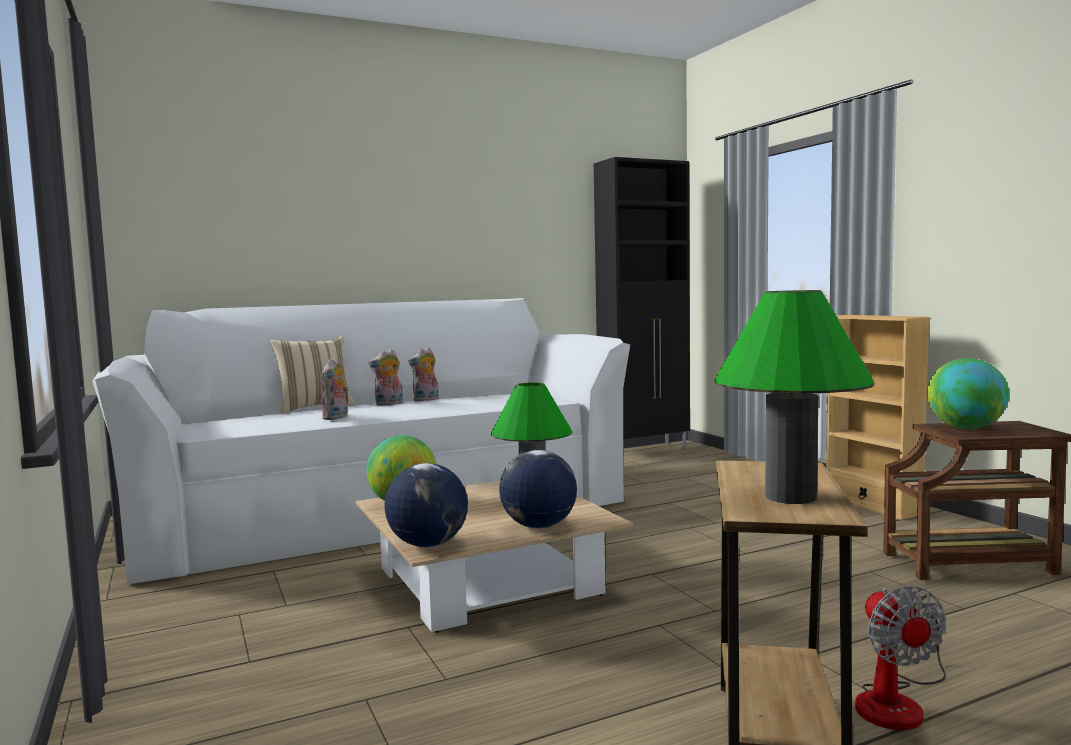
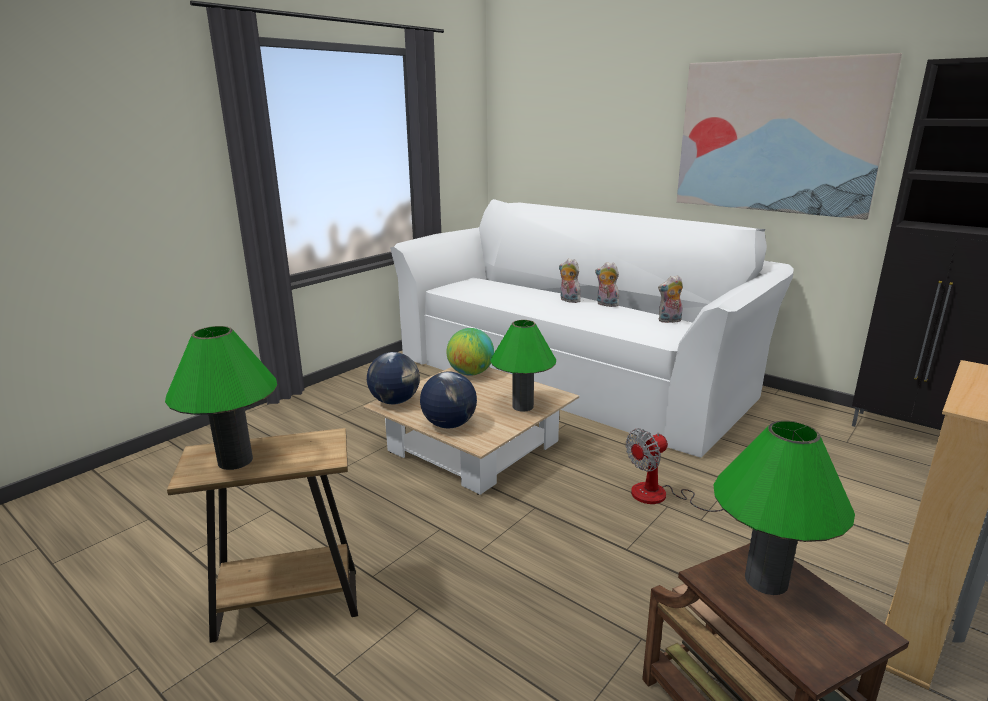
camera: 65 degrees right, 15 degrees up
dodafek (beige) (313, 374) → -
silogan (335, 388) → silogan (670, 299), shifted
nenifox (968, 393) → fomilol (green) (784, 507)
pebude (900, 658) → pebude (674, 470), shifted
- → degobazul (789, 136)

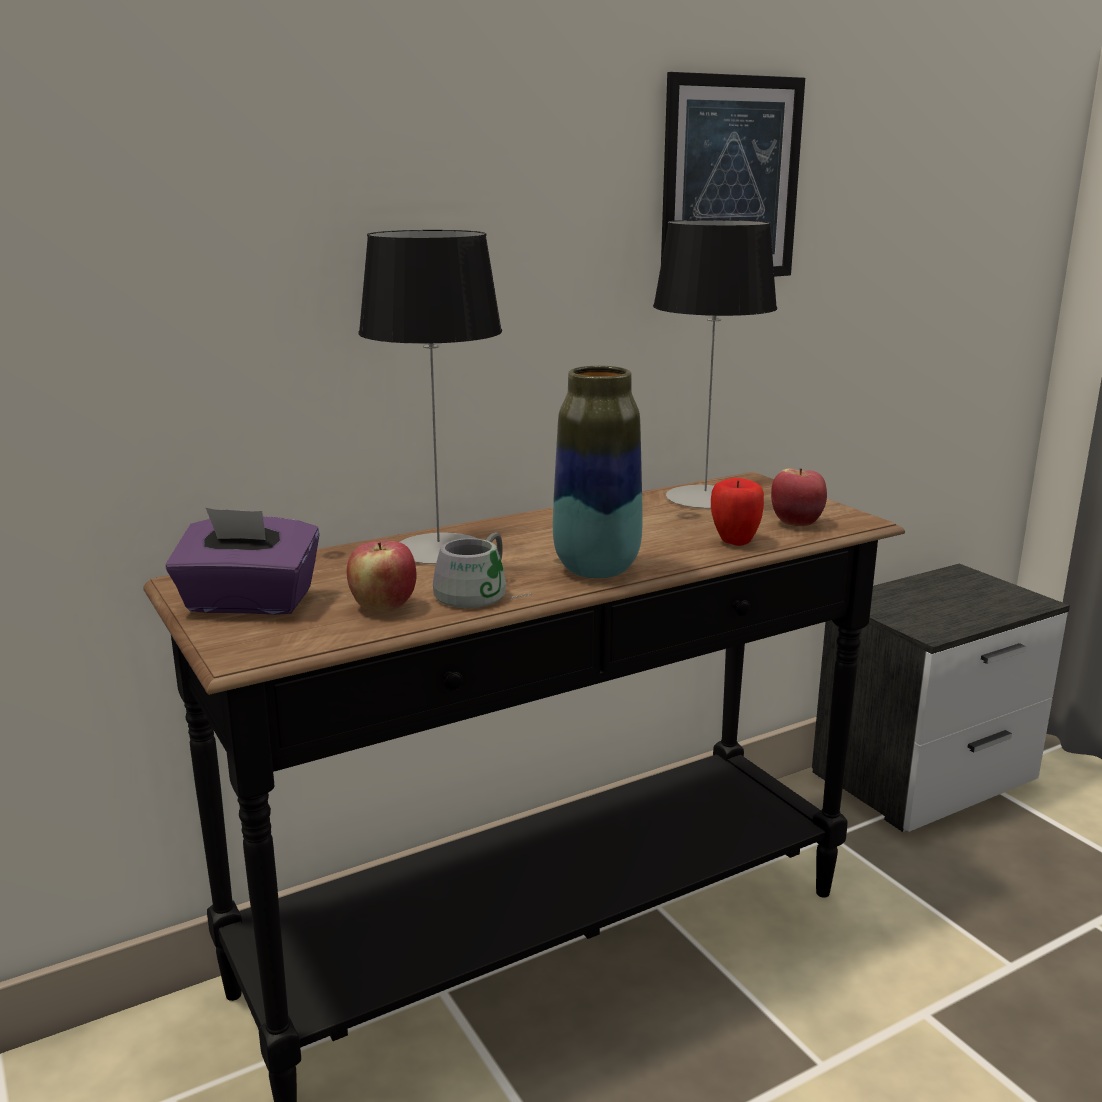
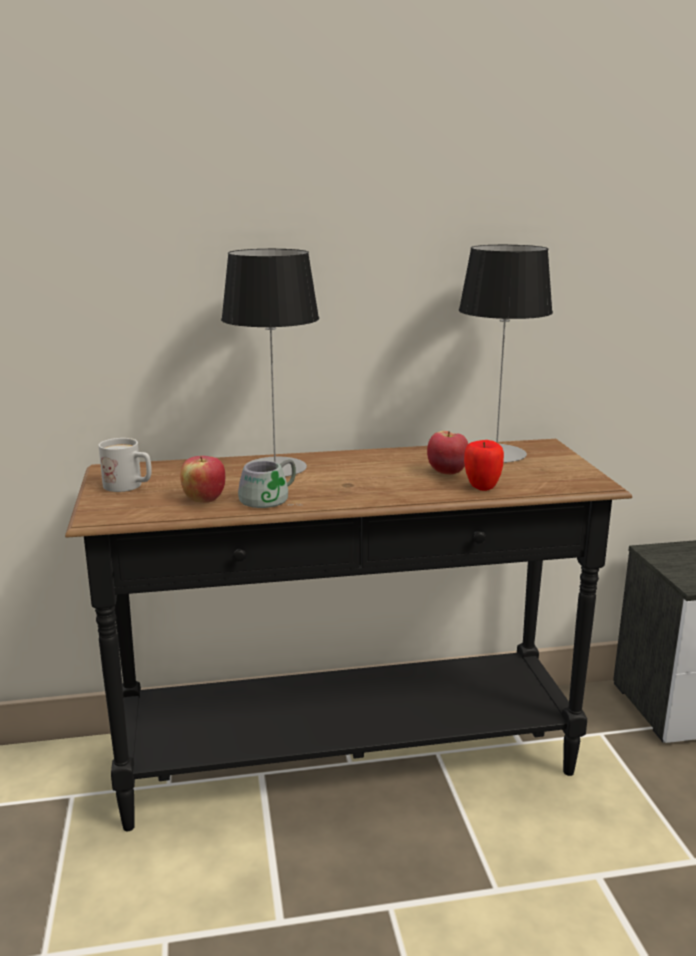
camera: 20 degrees right, 0 degrees up
degobazul (733, 174) → -
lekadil (598, 472) → -
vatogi (799, 497) → vatogi (447, 453), shifted
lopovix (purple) (243, 561) → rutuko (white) (125, 465)

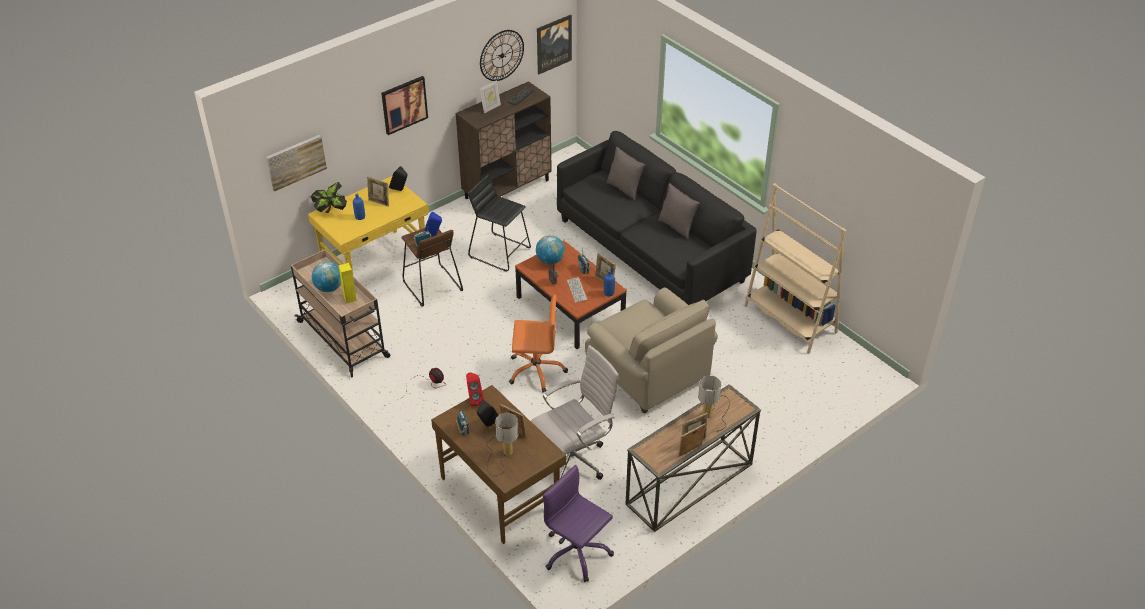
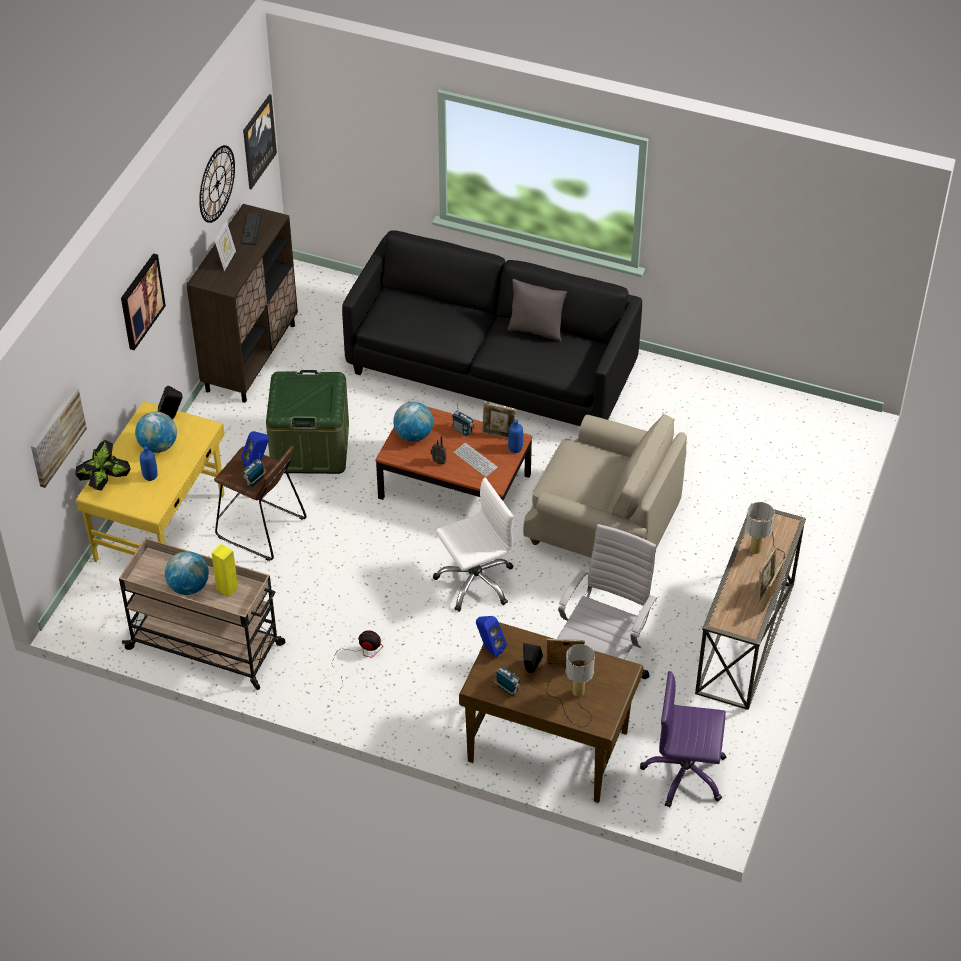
camera: 30 degrees left, 5 degrees up
dodafek (grey) (625, 173) → -
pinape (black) (499, 223) → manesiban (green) (307, 422)
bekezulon (378, 191) → nenifox (156, 432)
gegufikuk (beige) (795, 268) → -
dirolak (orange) (538, 344) → dirolak (white) (473, 545)
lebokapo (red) (475, 389) → lebokapo (blue) (491, 636)

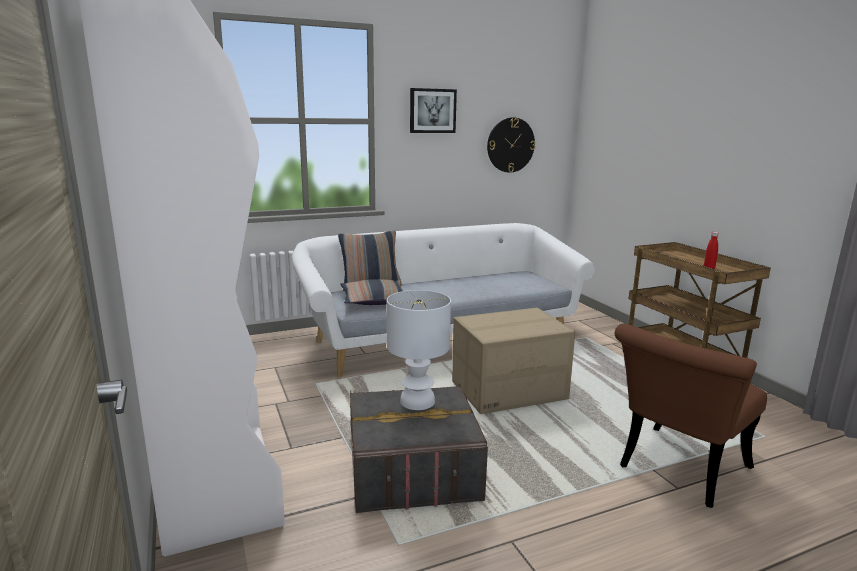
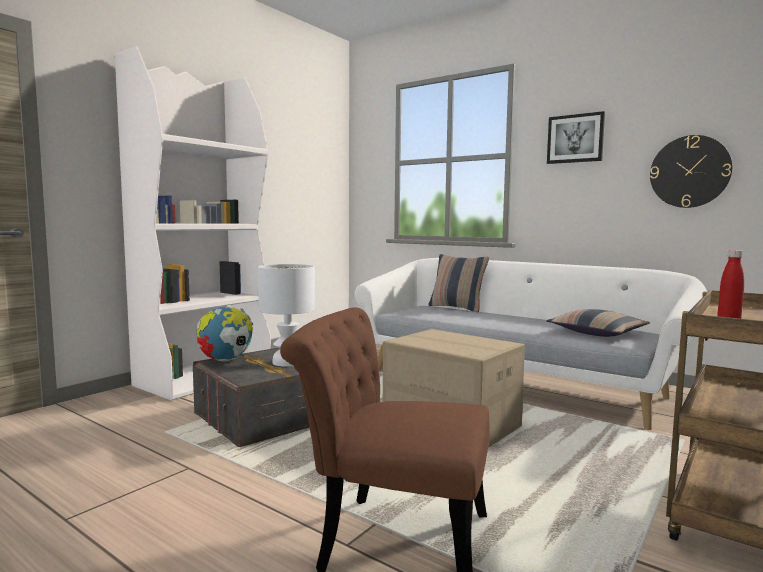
camera: 60 degrees right, 10 degrees down
dodafek (372, 292) → dodafek (598, 323), shifted
- → nenifox (225, 334)

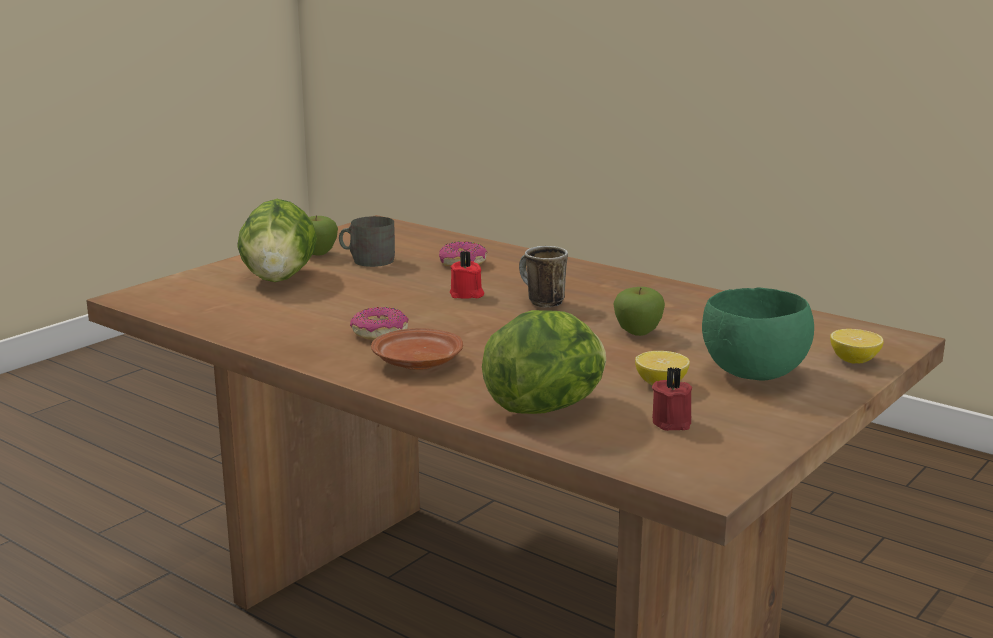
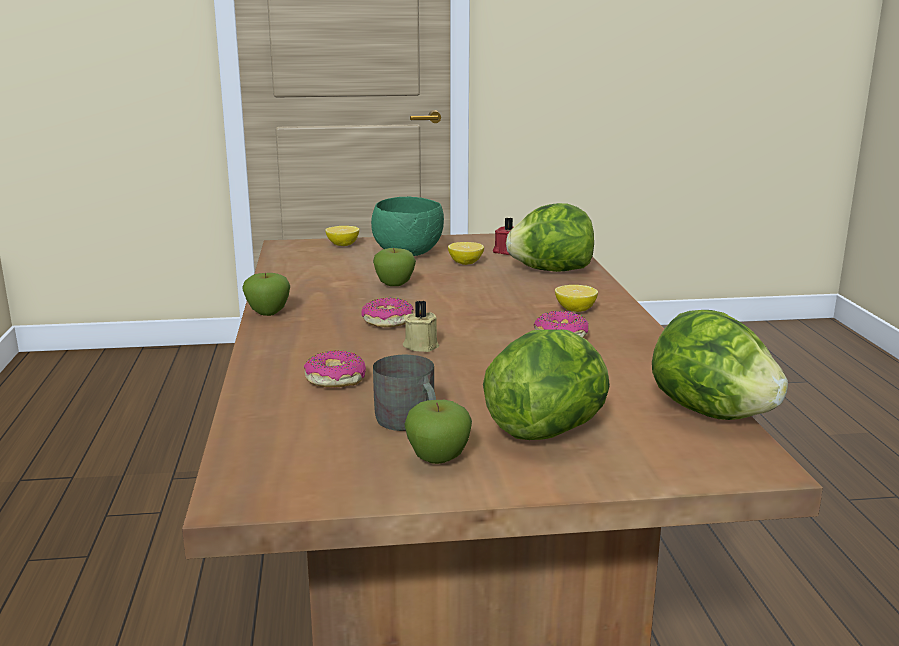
camera: 135 degrees left, 0 degrees up
rutuko (543, 276) → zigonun (387, 312)
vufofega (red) (467, 275) → vufofega (beige) (421, 326)
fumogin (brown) (417, 349) → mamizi (576, 298)
- → vatogi (266, 294)
- → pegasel (720, 365)

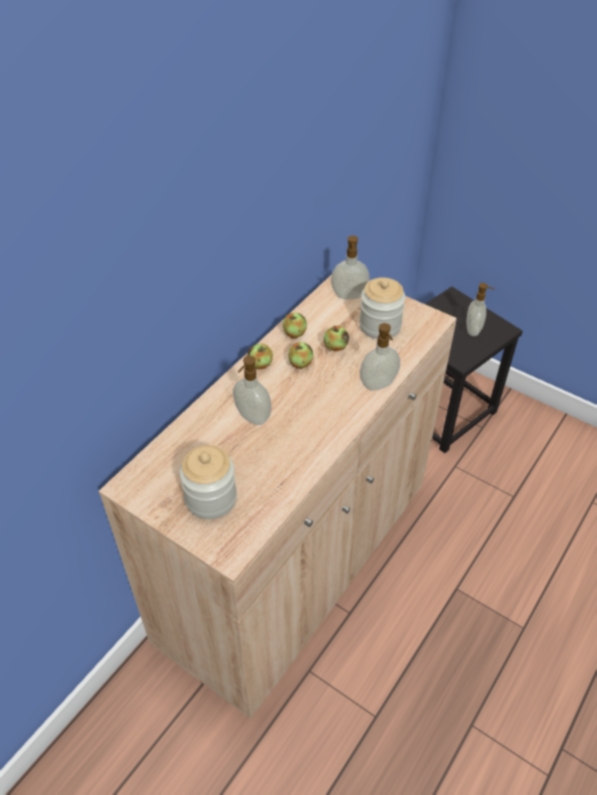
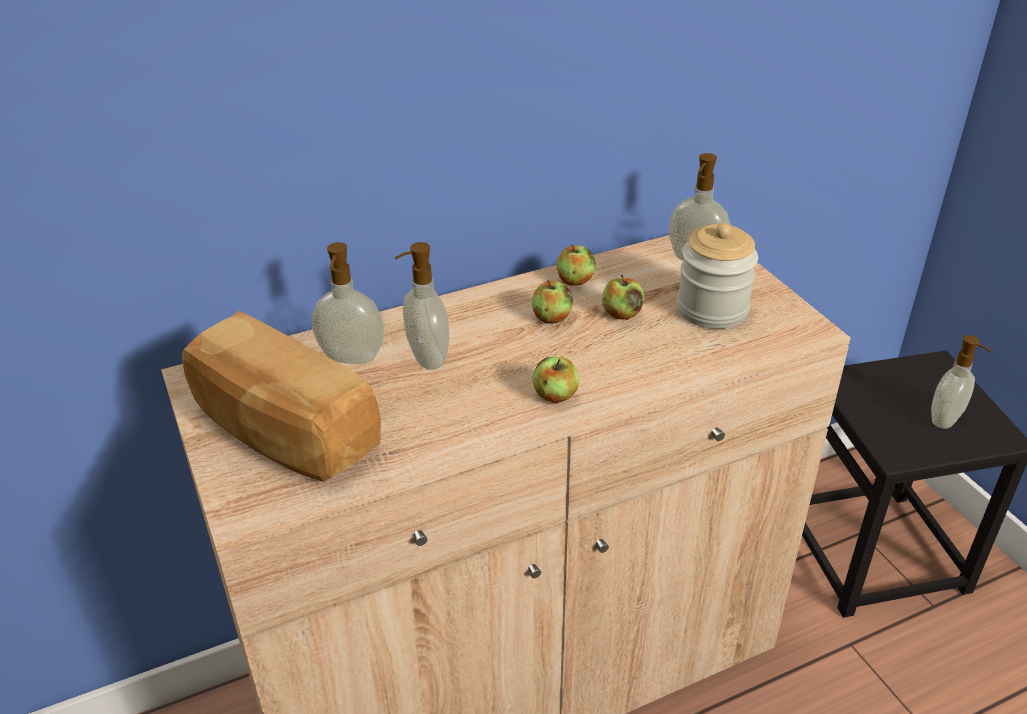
camera: 30 degrees right, 10 degrees down
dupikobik (380, 356) → dupikobik (348, 303), shifted
vatogi (260, 356) → vatogi (555, 380), shifted
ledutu (208, 482) → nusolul (281, 396)

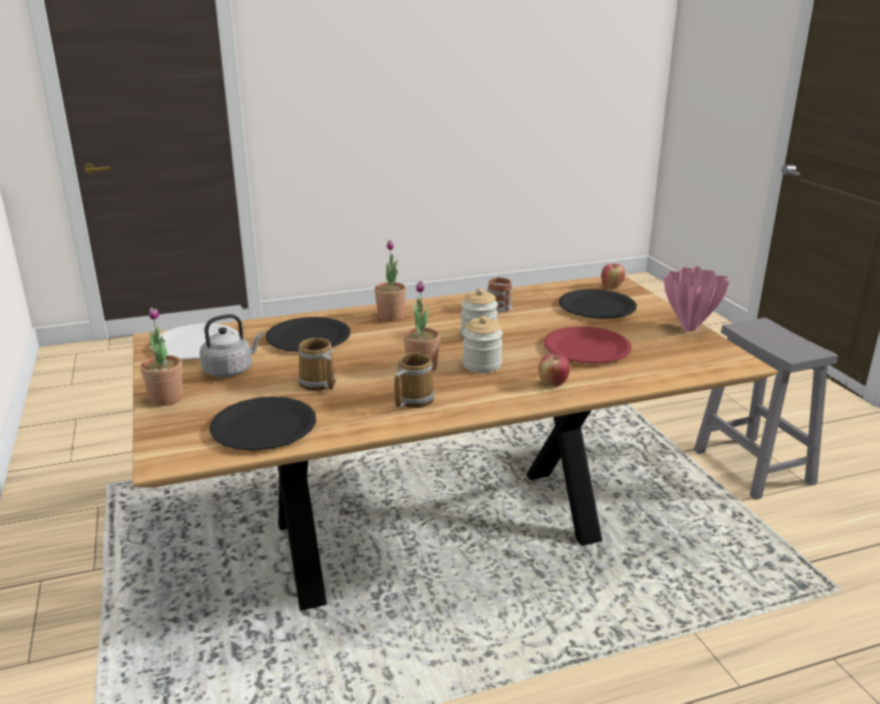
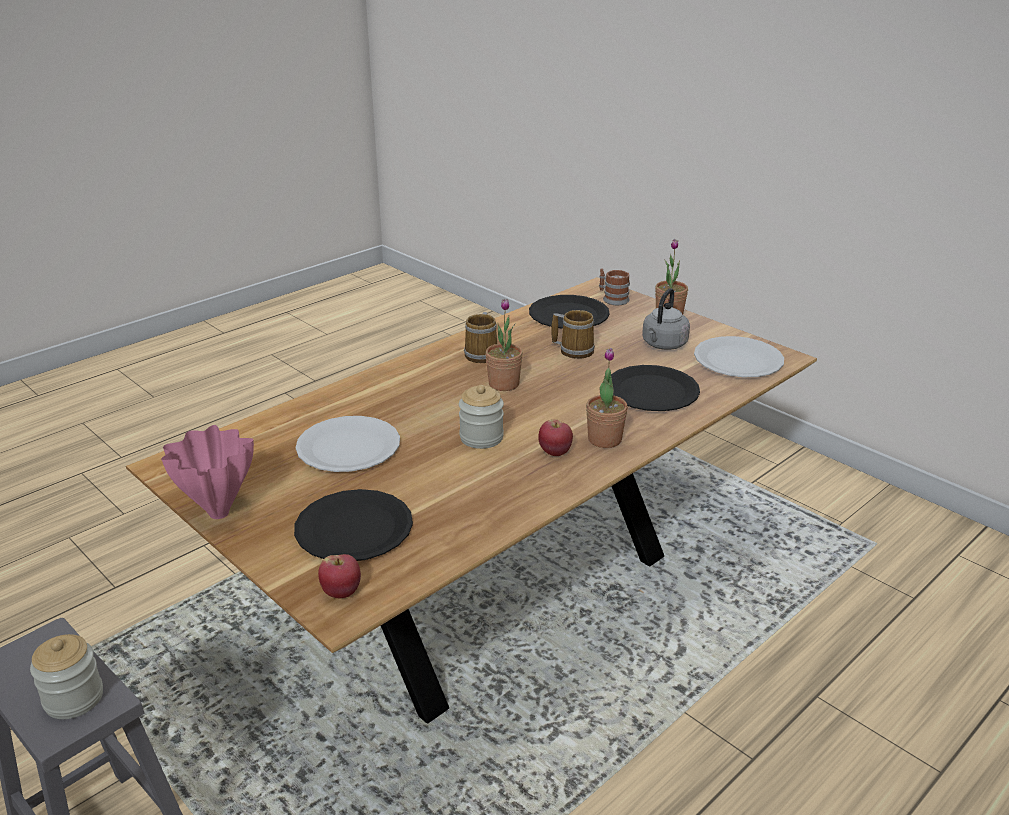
camera: 155 degrees right, 5 degrees up
rutuko (500, 294) → rutuko (614, 287), shifted
ledutu (483, 344) → ledutu (66, 676), shifted
fumogin (red) (588, 344) → fumogin (white) (348, 444)
vatogi (553, 370) → vatogi (555, 437), shifted

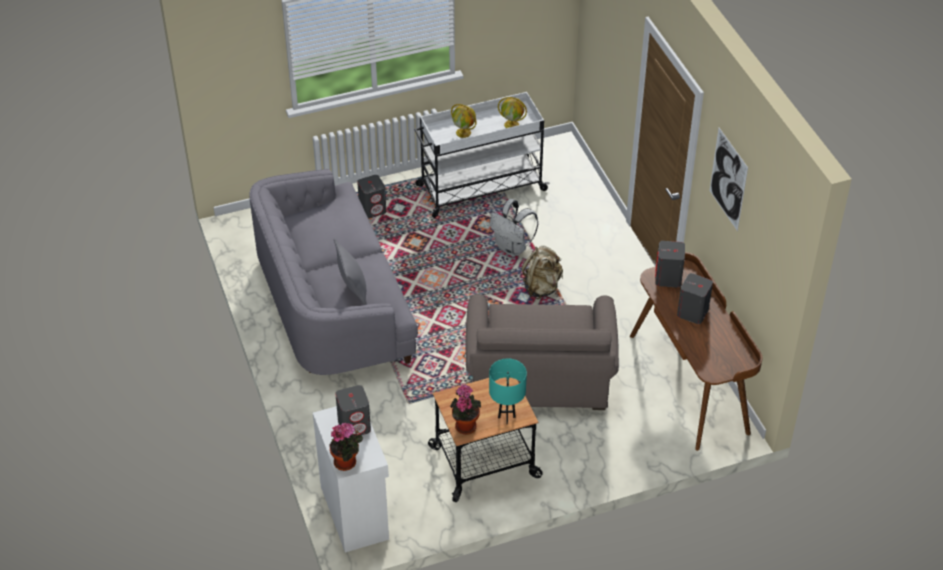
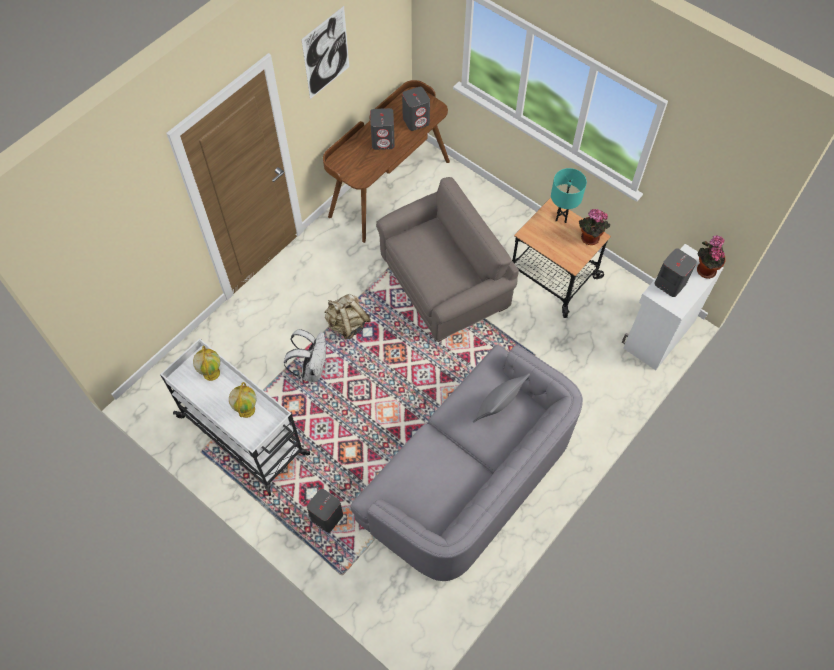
camera: 120 degrees left, 15 degrees up
lebokapo (grey) (670, 264) → lebokapo (grey) (416, 109), shifted

